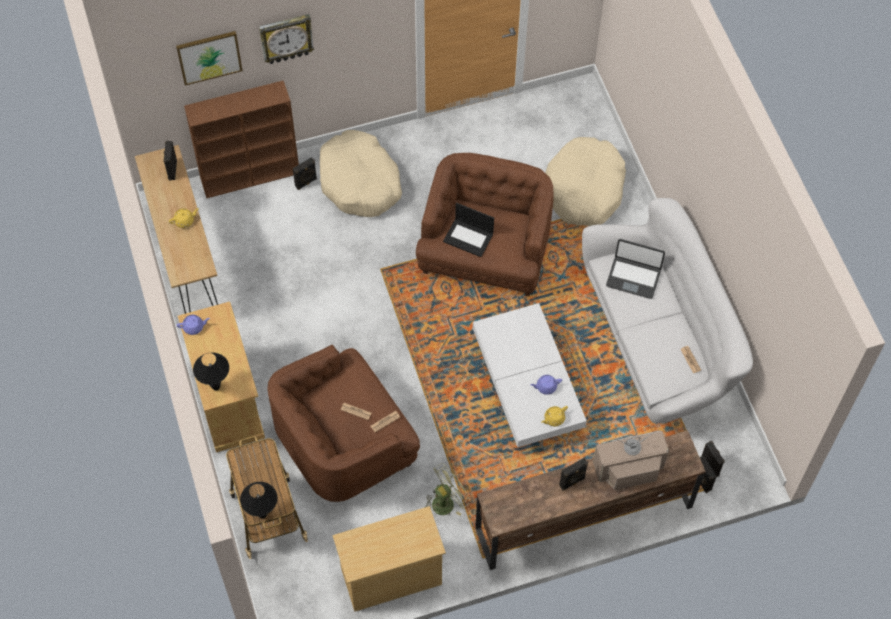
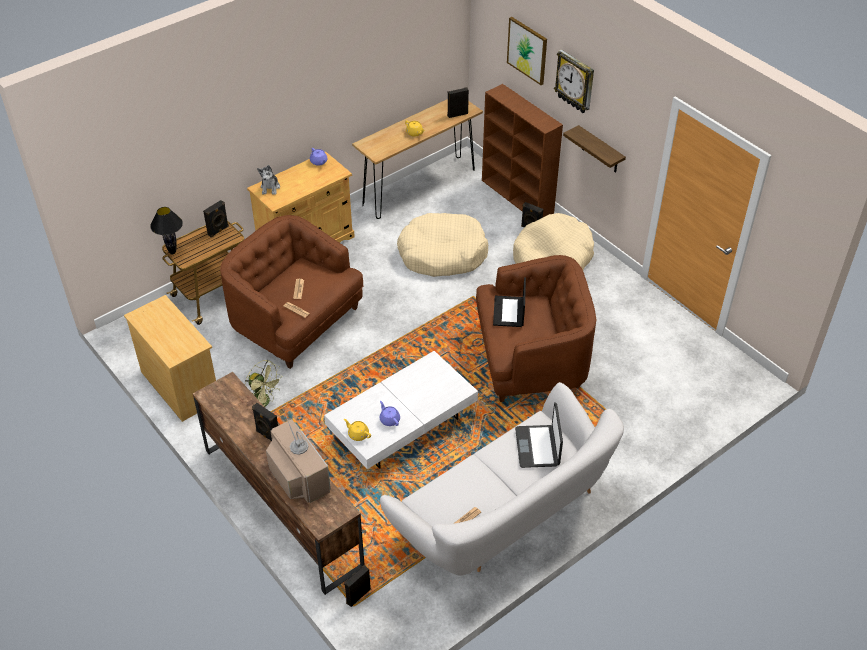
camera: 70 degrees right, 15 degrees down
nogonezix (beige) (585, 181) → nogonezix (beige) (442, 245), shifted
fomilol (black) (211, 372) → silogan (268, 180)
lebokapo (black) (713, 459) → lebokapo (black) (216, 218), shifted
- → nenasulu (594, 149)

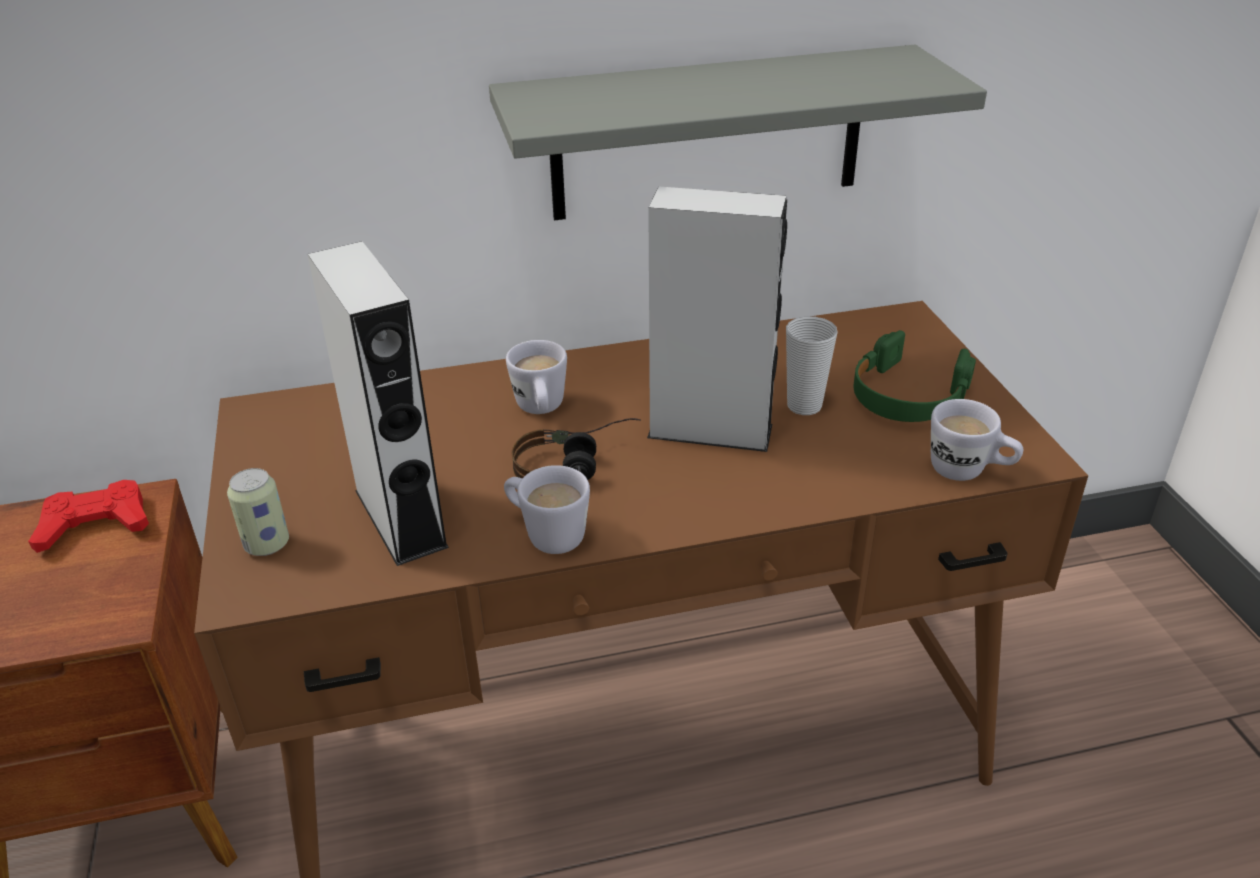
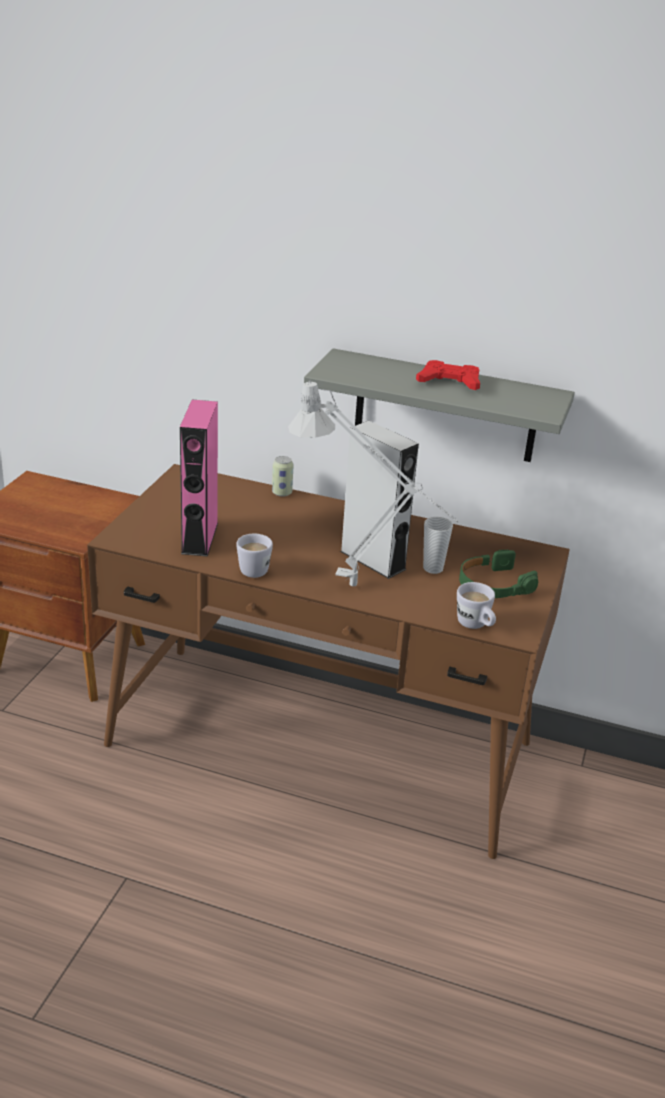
camera: 30 degrees right, 5 degrees down
lebokapo (grey) (378, 403) → lebokapo (pink) (199, 478)
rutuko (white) (536, 377) → -
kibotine (576, 449) → -
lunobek (258, 512) → lunobek (283, 476), shifted
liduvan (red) (88, 516) → liduvan (red) (448, 375), shifted
- → fomilol (grey) (373, 483)

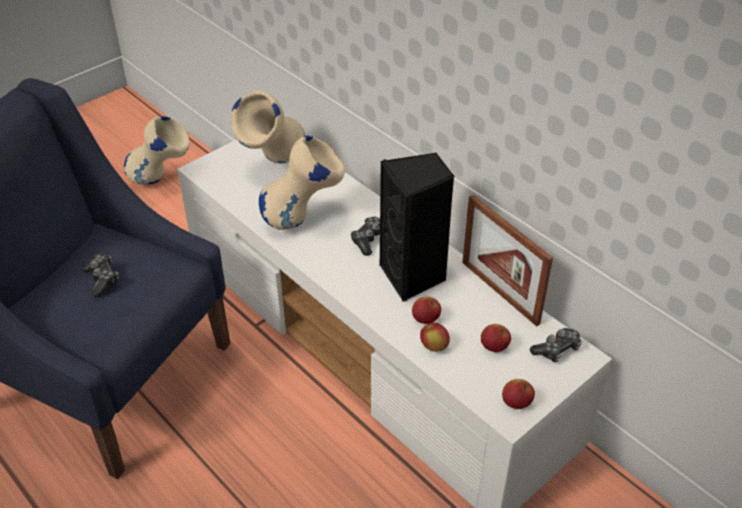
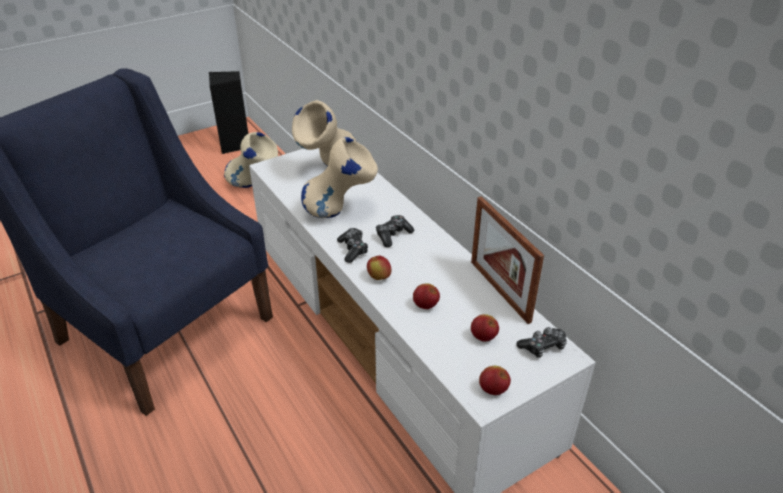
camera: 10 degrees right, 5 degrees down
lebokapo (black) (417, 227) → lebokapo (black) (228, 112), shifted
liduvan (100, 275) → liduvan (352, 245), shifted
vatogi (435, 337) → vatogi (379, 268), shifted

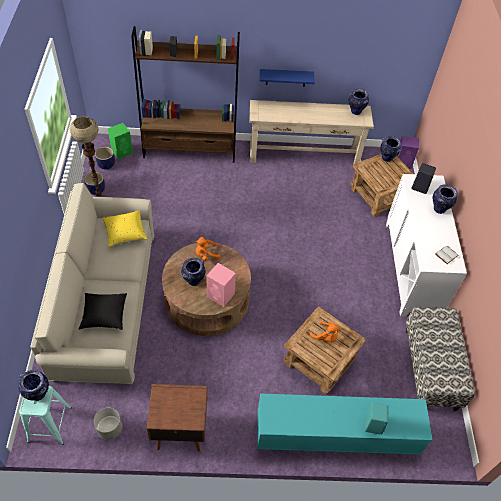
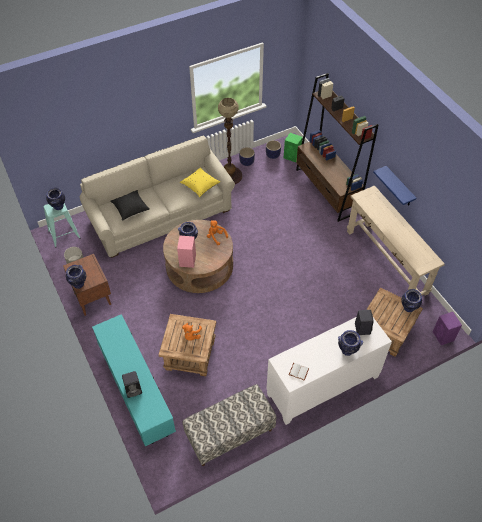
camera: 65 degrees right, 0 degrees up
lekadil (359, 102) → lekadil (76, 277), shifted
lebokapo (turquoise) (377, 419) → lebokapo (black) (132, 384)

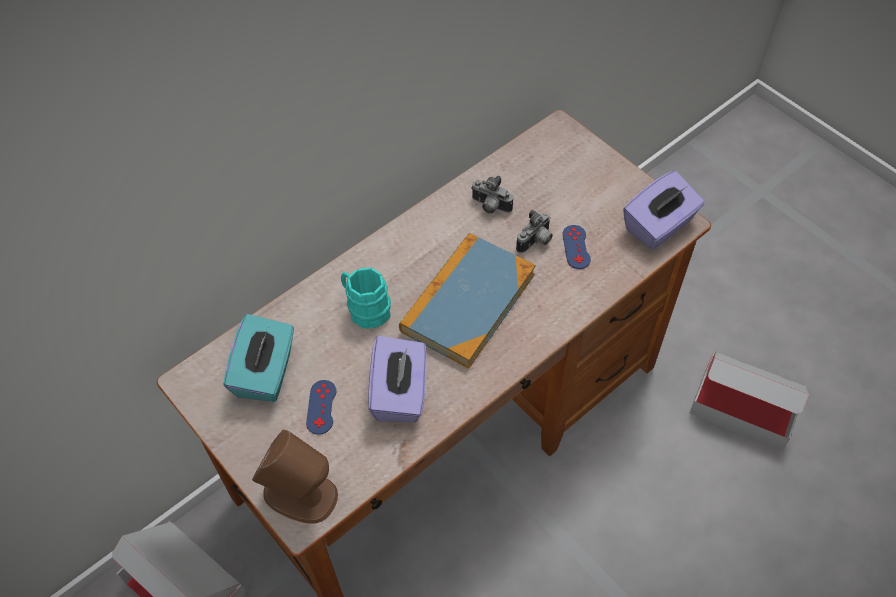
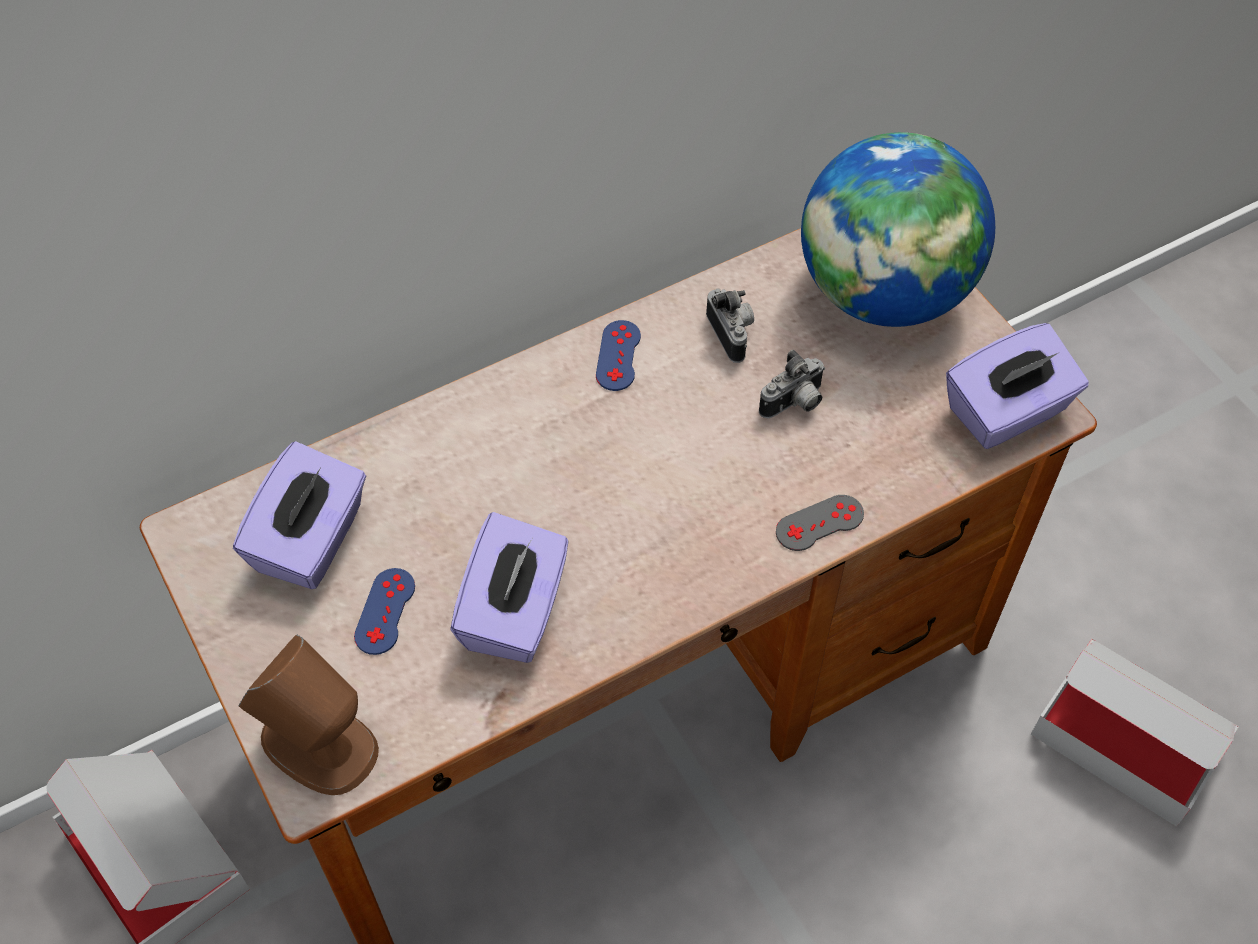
camera: 10 degrees right, 0 degrees up
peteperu (492, 195) → peteperu (730, 325), 150 degrees counterclockwise
liduvan (blue) (576, 247) → liduvan (blue) (618, 355), shifted
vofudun (467, 301) → -
rutuko (turquoise) (366, 298) → -
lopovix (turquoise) (259, 358) → lopovix (purple) (299, 515)
- → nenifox (898, 229)
- → liduvan (grey) (820, 523)

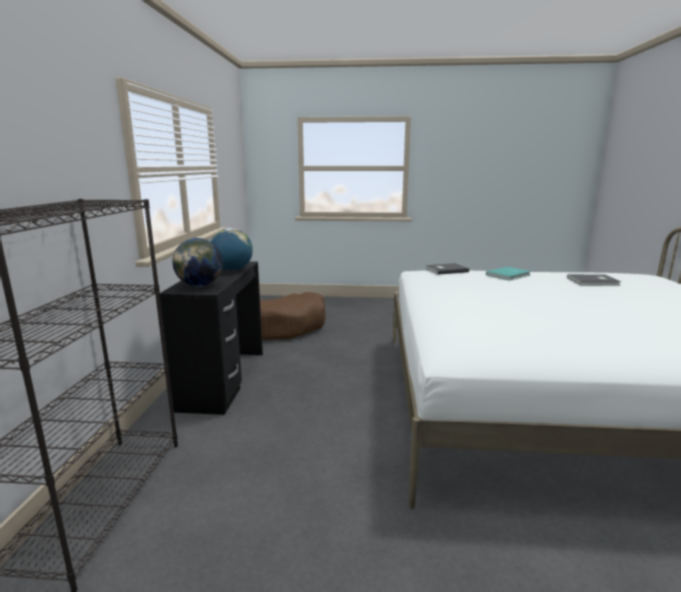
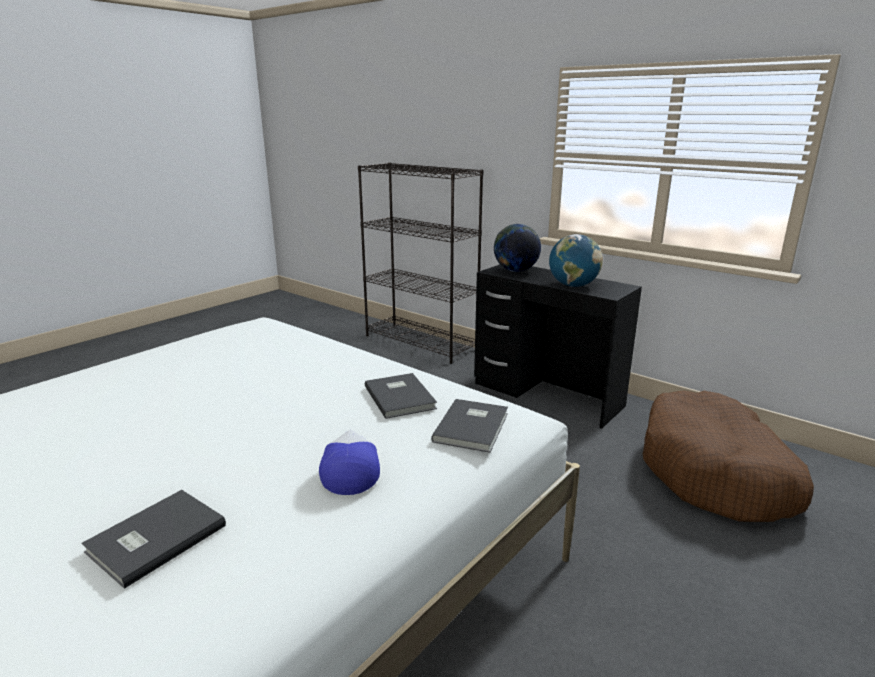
camera: 125 degrees right, 5 degrees up
vofudun (turquoise) (508, 274) → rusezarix (349, 462)
- → vofudun (grey) (401, 396)

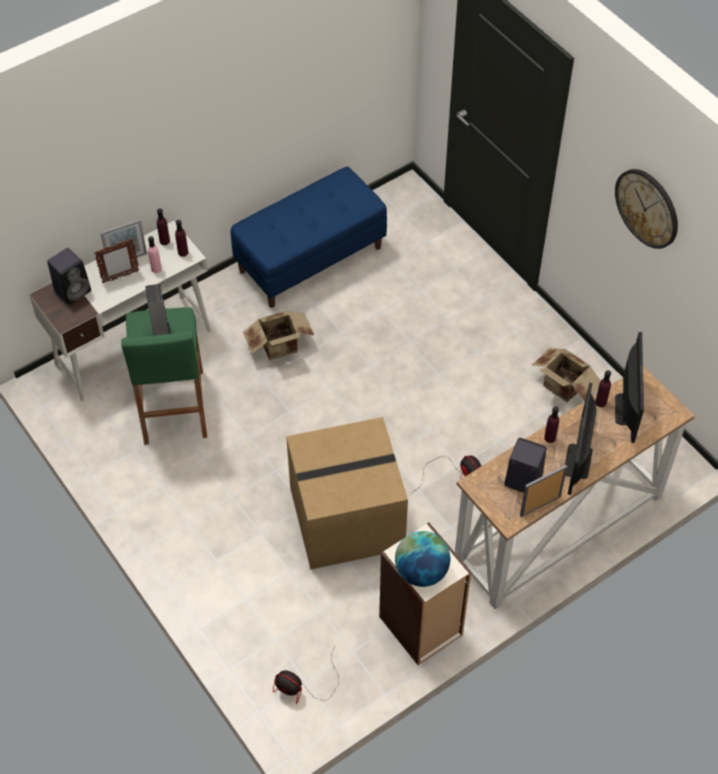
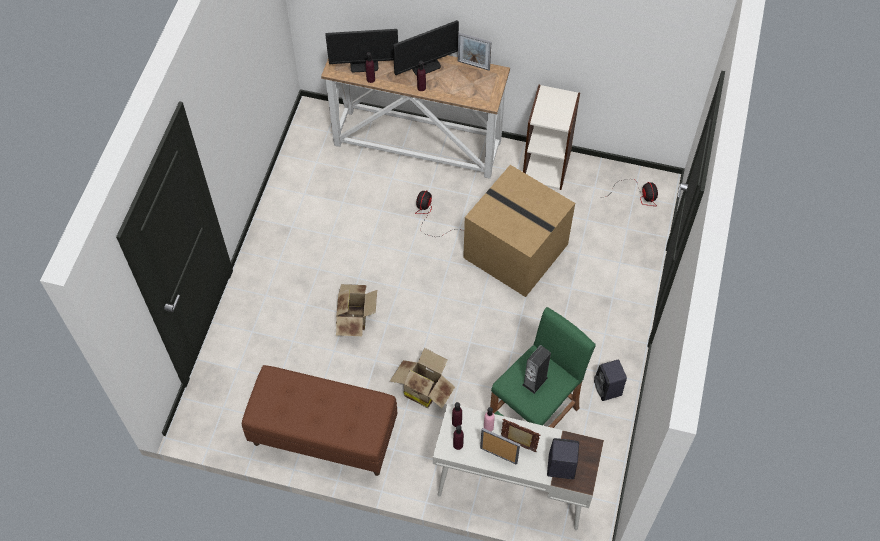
camera: 130 degrees left, 5 degrees up
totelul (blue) (309, 237) → totelul (brown) (319, 420)
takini (646, 209) → -
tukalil (629, 387) → tukalil (361, 50), 150 degrees counterclockwise
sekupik (566, 375) → sekupik (356, 310), shifted
lebokapo (black) (525, 465) → lebokapo (black) (610, 380), shifted
nenifox (422, 559) → -

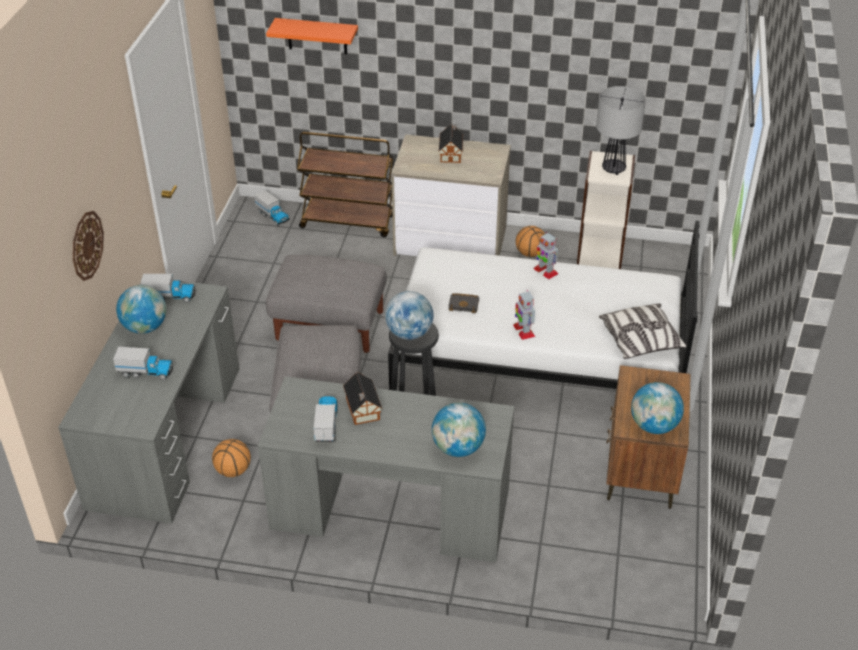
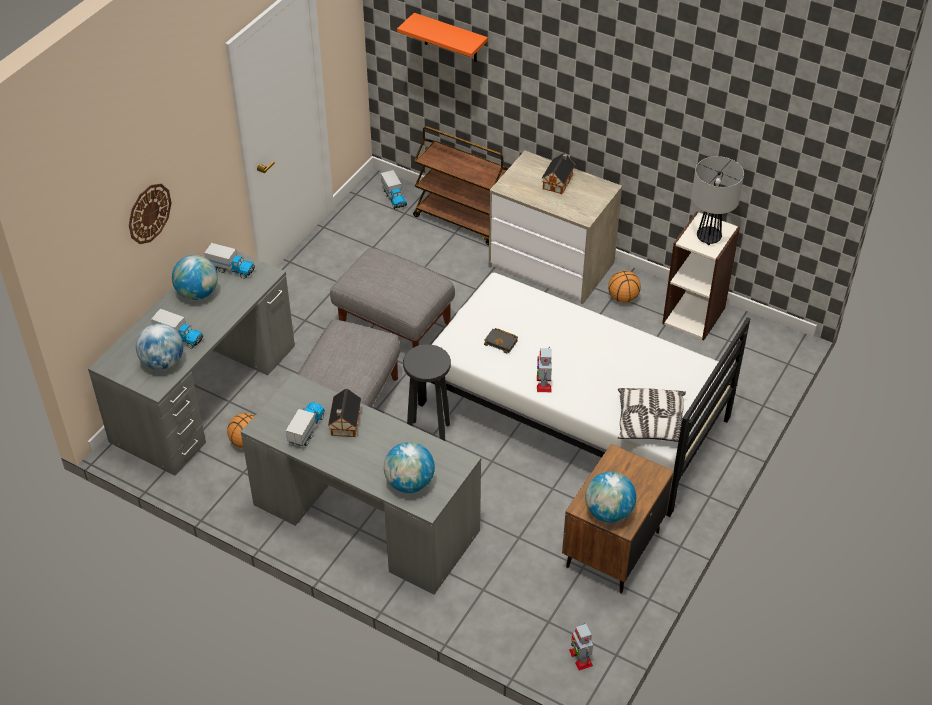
camera: 20 degrees right, 5 degrees up
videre (545, 255) → videre (581, 646), shifted
nenifox (409, 315) → nenifox (159, 346), shifted

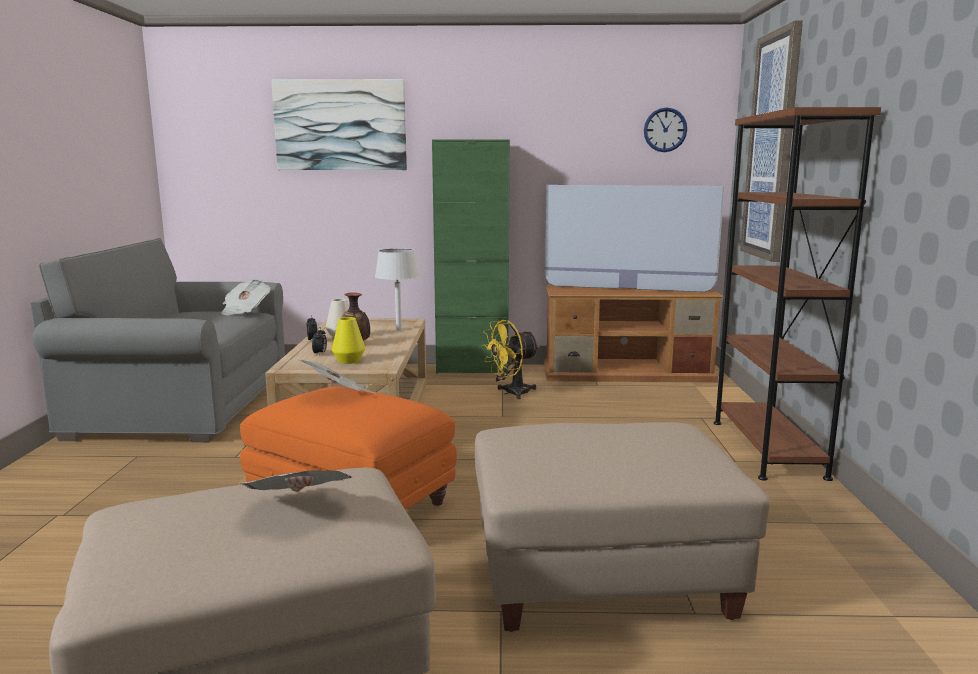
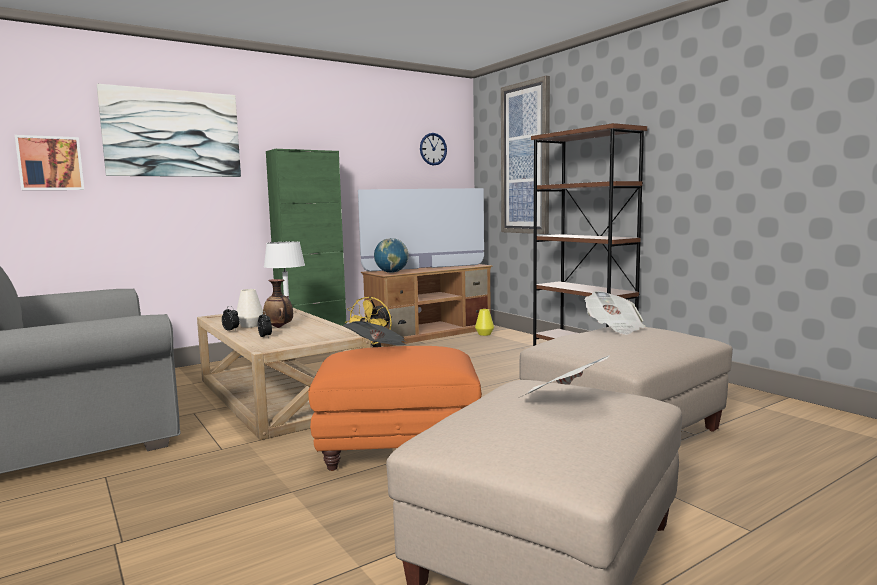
camera: 35 degrees left, 5 degrees down
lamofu (245, 297) → lamofu (615, 313), shifted
lekadil (yellow) (348, 340) → lekadil (yellow) (484, 322), shifted
- → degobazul (49, 162)
- → nenifox (391, 255)

